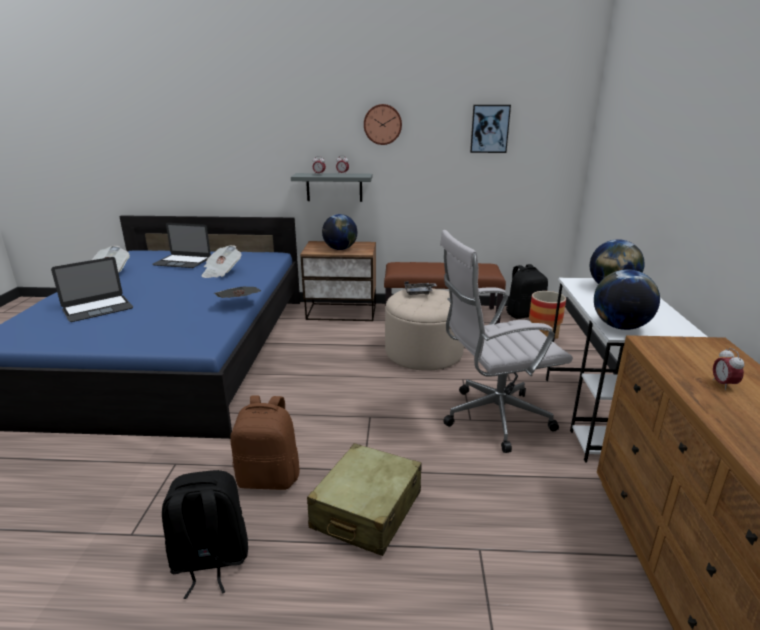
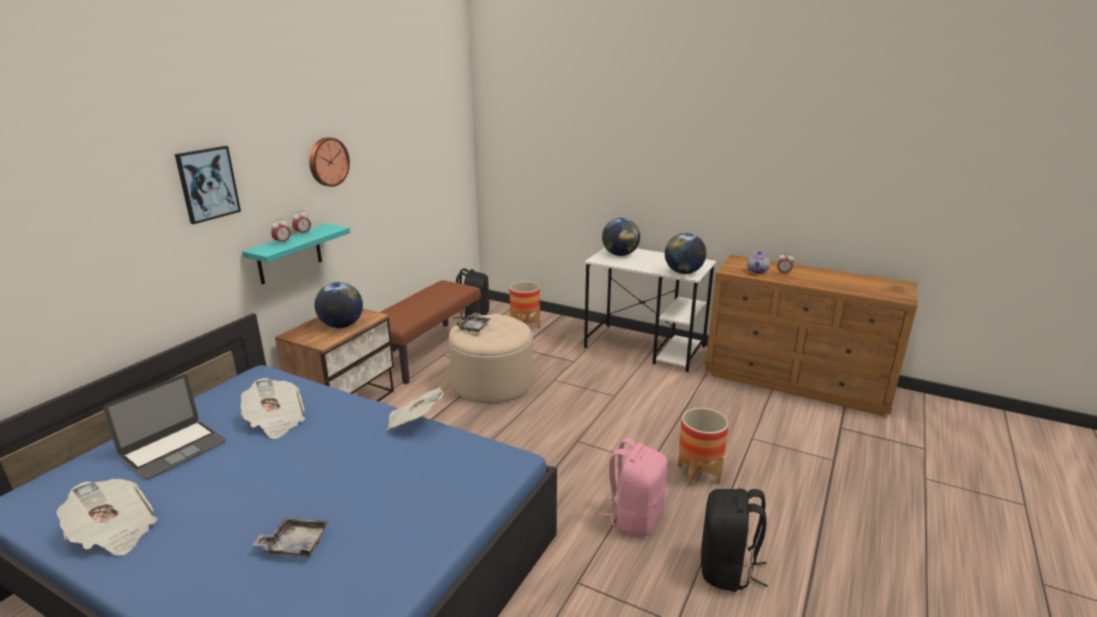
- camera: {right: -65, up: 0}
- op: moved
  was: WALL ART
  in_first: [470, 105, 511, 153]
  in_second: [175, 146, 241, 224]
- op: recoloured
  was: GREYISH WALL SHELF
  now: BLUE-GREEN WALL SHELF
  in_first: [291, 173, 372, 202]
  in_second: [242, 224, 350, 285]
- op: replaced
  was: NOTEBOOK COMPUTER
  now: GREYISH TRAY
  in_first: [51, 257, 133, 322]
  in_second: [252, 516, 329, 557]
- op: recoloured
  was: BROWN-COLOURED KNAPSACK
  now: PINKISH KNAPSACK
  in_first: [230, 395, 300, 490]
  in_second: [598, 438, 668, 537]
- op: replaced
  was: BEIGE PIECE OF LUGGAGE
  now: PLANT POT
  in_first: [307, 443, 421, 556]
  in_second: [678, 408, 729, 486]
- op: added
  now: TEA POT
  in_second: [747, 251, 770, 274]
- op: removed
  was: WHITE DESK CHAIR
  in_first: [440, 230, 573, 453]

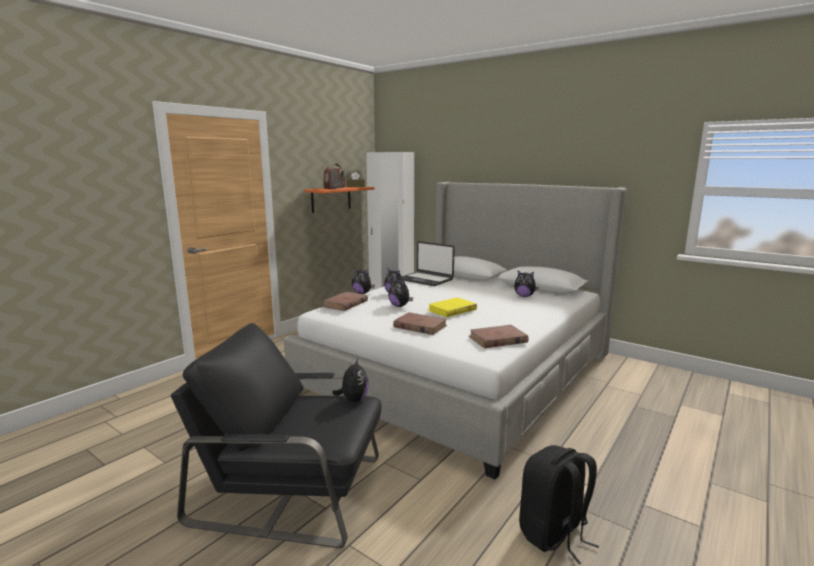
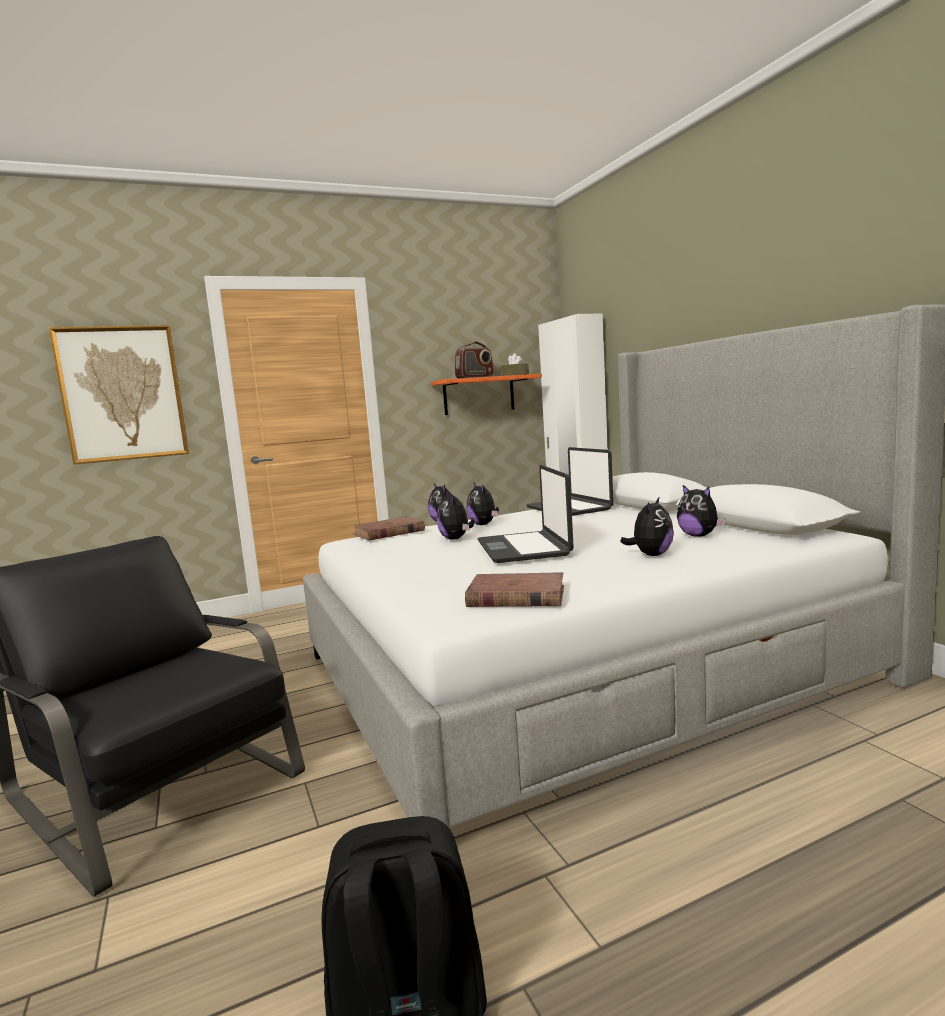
- camera: {right: 30, up: -5}
- op: added
  now: WALL ART
  in_second: [48, 325, 189, 465]
- op: replaced
  was: YELLOW-COLOURED BOOK
  now: NOTEBOOK COMPUTER
  in_first: [427, 297, 477, 317]
  in_second: [478, 465, 574, 563]
- op: moved
  was: PLUSH TOY
  in_first: [332, 358, 369, 402]
  in_second: [620, 496, 674, 556]
- op: removed
  was: BROWN-COLOURED BOOK
  in_first: [393, 312, 447, 335]

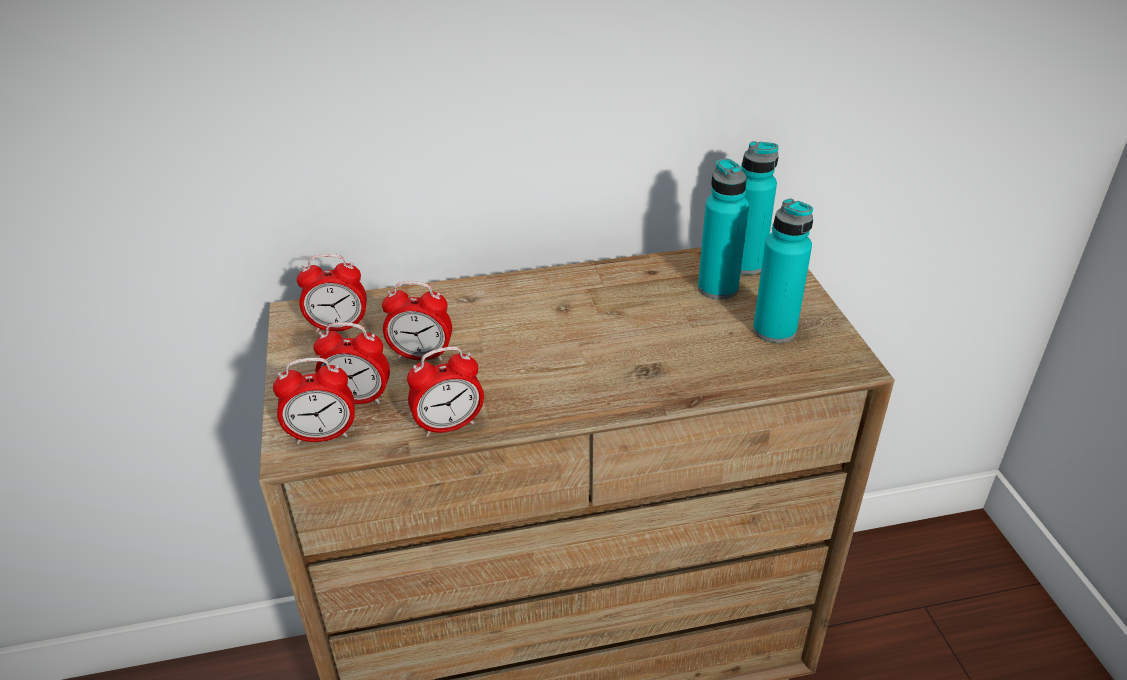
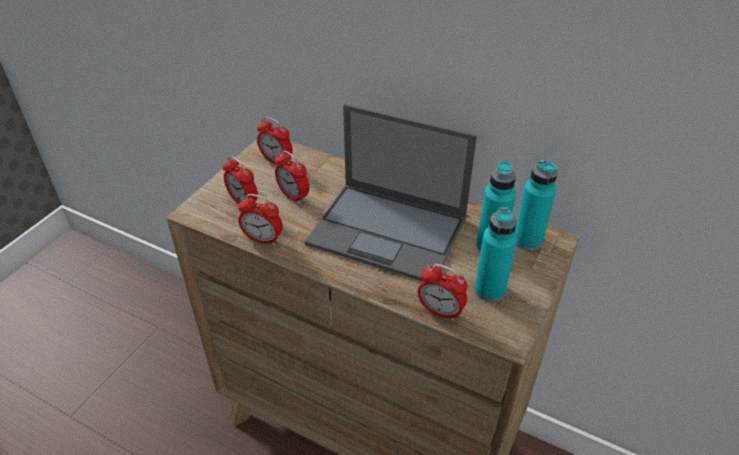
- camera: {right: 40, up: 5}
- op: added
  now: NOTEBOOK COMPUTER
  in_second: [305, 104, 477, 281]
- op: moved
  was: ALARM CLOCK
  in_first: [273, 358, 355, 444]
  in_second: [418, 264, 467, 321]

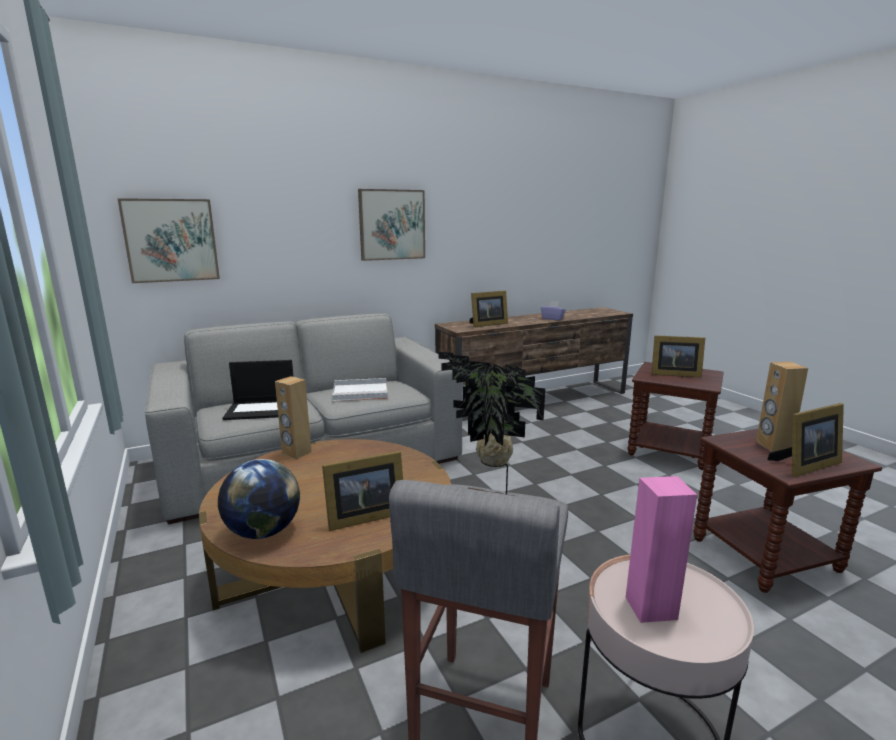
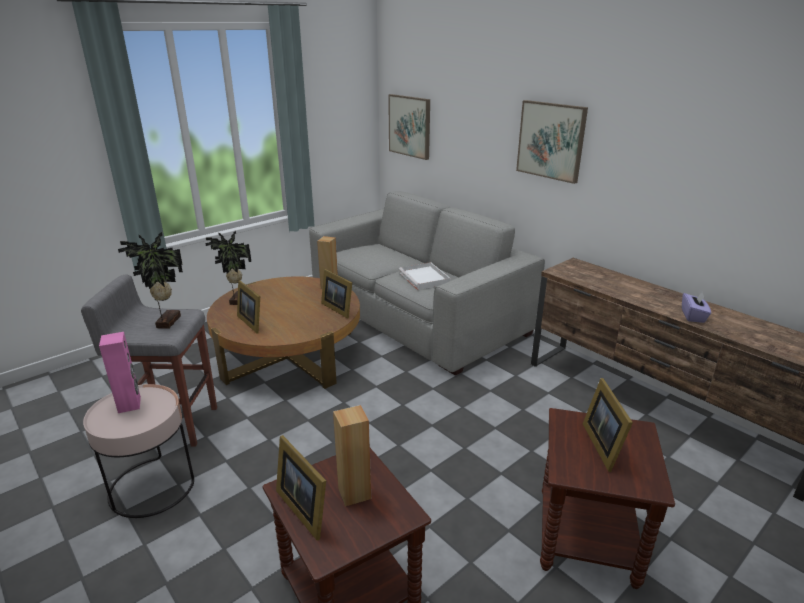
- camera: {right: 75, up: 10}
- op: replaced
  was: WORLD GLOBE
  now: HOUSEPLANT
  in_first: [218, 459, 300, 539]
  in_second: [206, 231, 251, 305]
- op: moved
  was: PICTURE FRAME
  in_first: [470, 291, 508, 327]
  in_second: [321, 269, 352, 318]
- op: removed
  was: NOTEBOOK COMPUTER
  in_first: [223, 360, 294, 420]

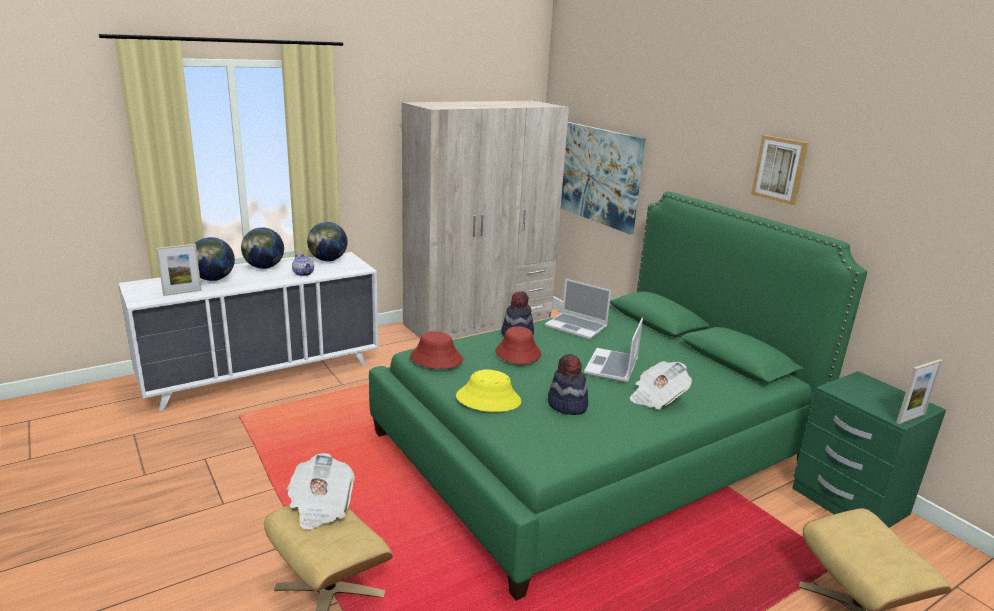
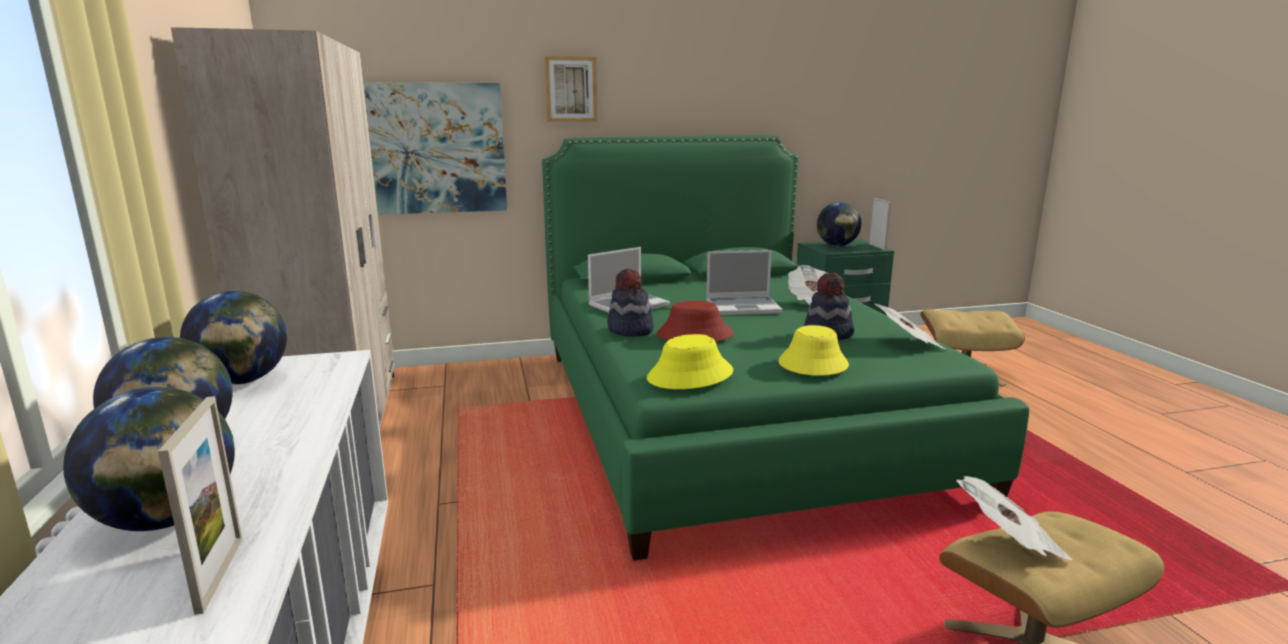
- camera: {right: -70, up: -5}
- op: moved
  was: WALL ART
  in_first: [751, 135, 809, 205]
  in_second: [544, 56, 597, 122]
- op: recoloured
  was: RED-COLOURED WEARABLE HAT
  now: YELLOW-COLOURED WEARABLE HAT
  in_first: [410, 331, 463, 369]
  in_second: [647, 334, 733, 389]
- op: turned
  was: NOTEBOOK COMPUTER
  in_first: [584, 318, 643, 383]
  in_second: [706, 250, 783, 315]
  clockwise: -45
- op: added
  now: WORLD GLOBE
  in_second: [817, 202, 861, 246]
- op: added
  now: NEWSPAPER
  in_second: [873, 303, 945, 349]
- op: removed
  was: TEA POT
  in_first: [292, 254, 314, 276]

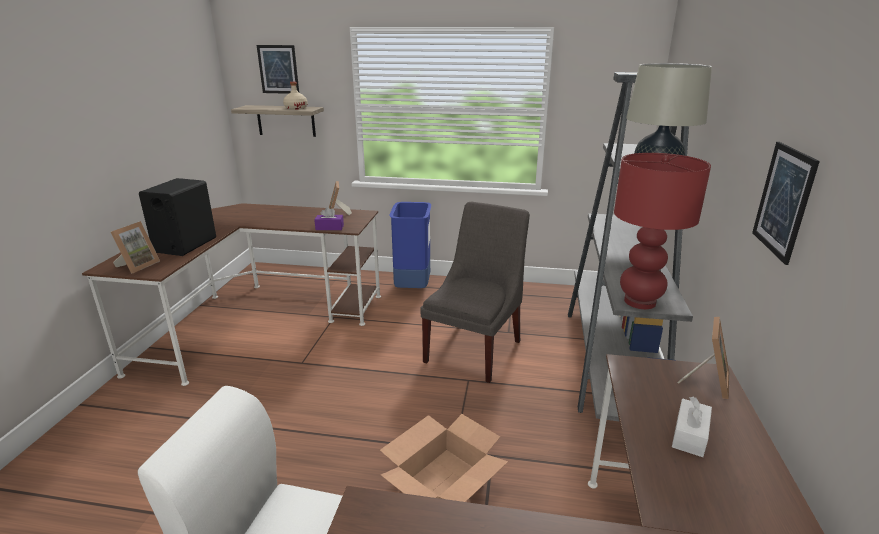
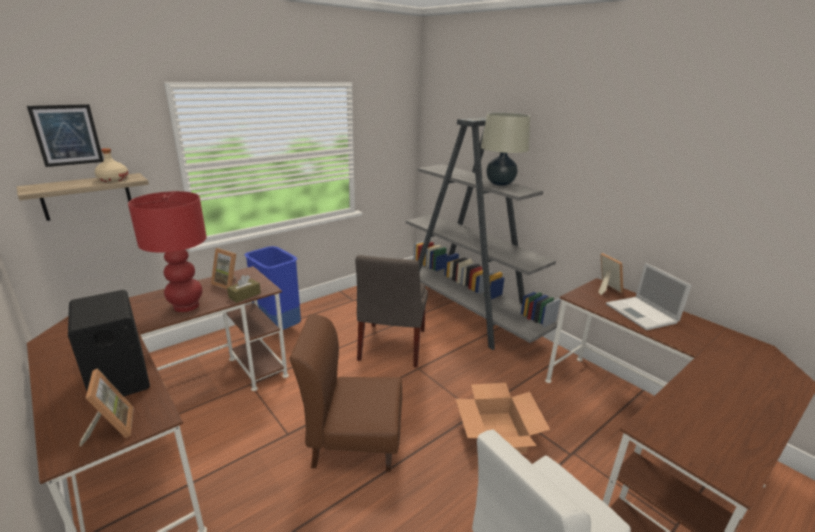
- camera: {right: -50, up: 0}
- op: moved
  was: RED-COLOURED LAMP FOR A TABLE
  in_first: [614, 153, 711, 309]
  in_second: [128, 191, 207, 312]
- op: recoloured
  was: PURPLISH TISSUE BOX
  now: BROWN-COLOURED TISSUE BOX
  in_first: [314, 207, 344, 230]
  in_second: [227, 275, 261, 303]
- op: added
  now: BROWN-COLOURED UPRIGHT CHAIR
  in_second: [290, 314, 402, 472]
- op: turned
  was: GREYISH UPRIGHT CHAIR
  in_first: [421, 202, 530, 383]
  in_second: [355, 255, 428, 368]
  clockwise: -150
- op: replaced
  was: WHITE TISSUE BOX
  now: NOTEBOOK COMPUTER
  in_first: [672, 397, 712, 457]
  in_second: [606, 263, 692, 330]
- op: removed
  was: WALL ART
  in_first: [752, 142, 820, 265]

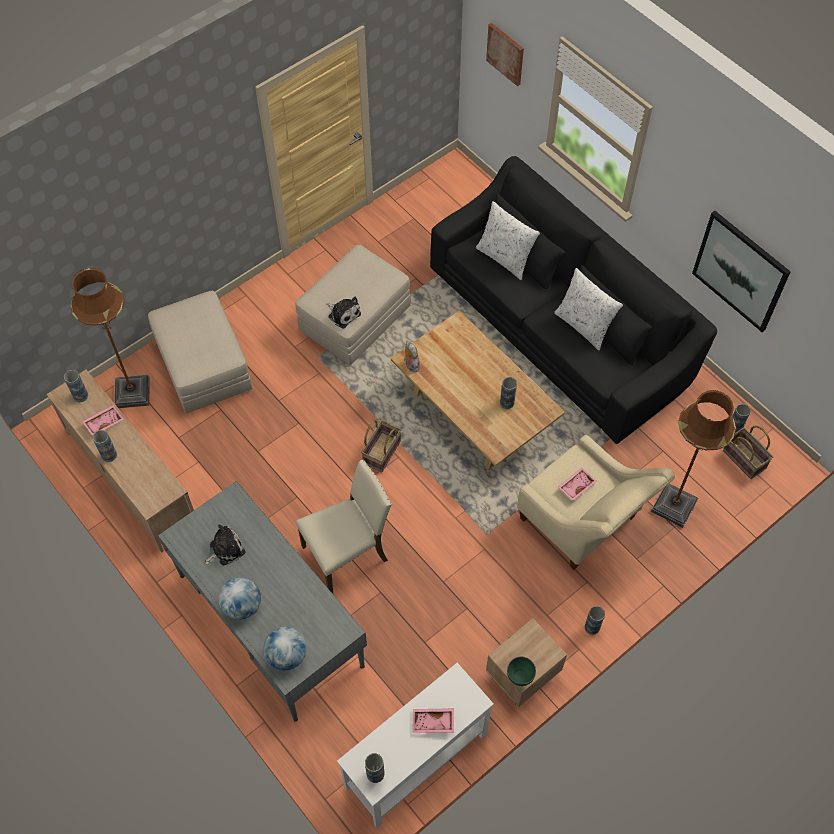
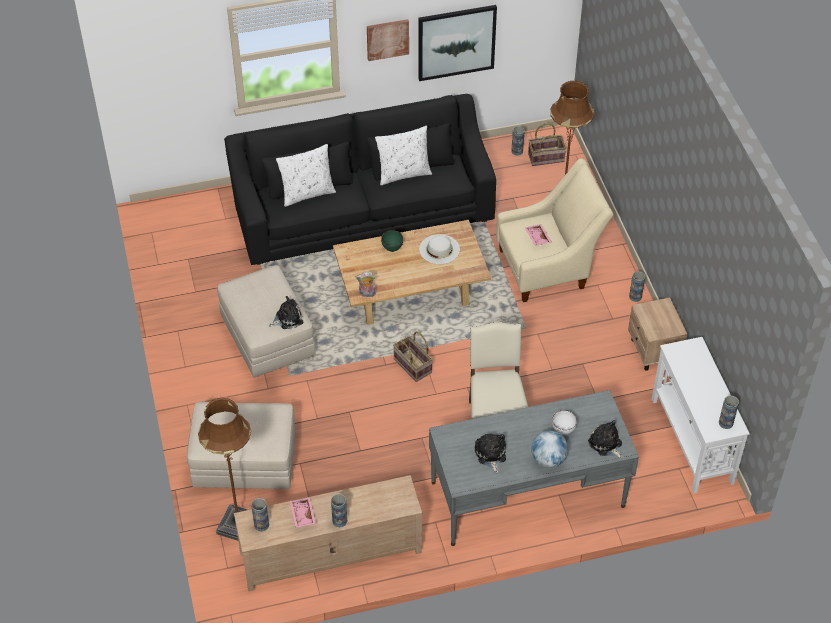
- camera: {right: -65, up: -10}
- op: moved
  was: WALL ART
  in_first: [486, 23, 524, 86]
  in_second: [367, 19, 409, 61]
- op: moved
  was: GREEN BOWL
  in_first: [507, 657, 536, 686]
  in_second: [381, 230, 403, 252]
- op: replaced
  was: DECORATIVE VASE
  now: WHITE WEARABLE HAT
  in_first: [500, 377, 517, 409]
  in_second: [419, 234, 460, 264]
- op: added
  now: WHITE BOWL
  in_second: [552, 410, 577, 435]
- op: replaced
  was: WORLD GLOBE
  now: PLUSH TOY
  in_first: [263, 627, 307, 670]
  in_second: [588, 420, 623, 459]
- op: removed
  was: PINKISH TRAY
  in_first: [412, 708, 454, 733]

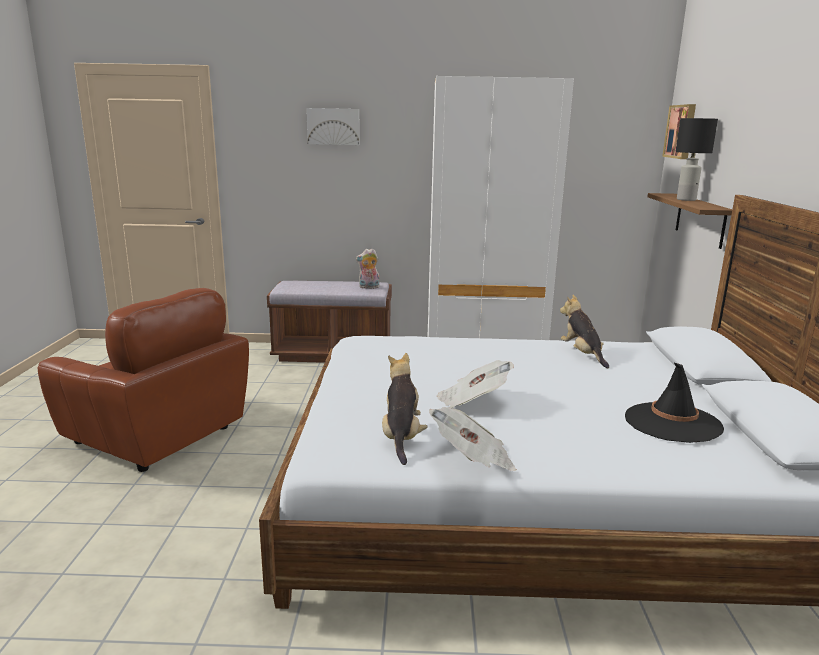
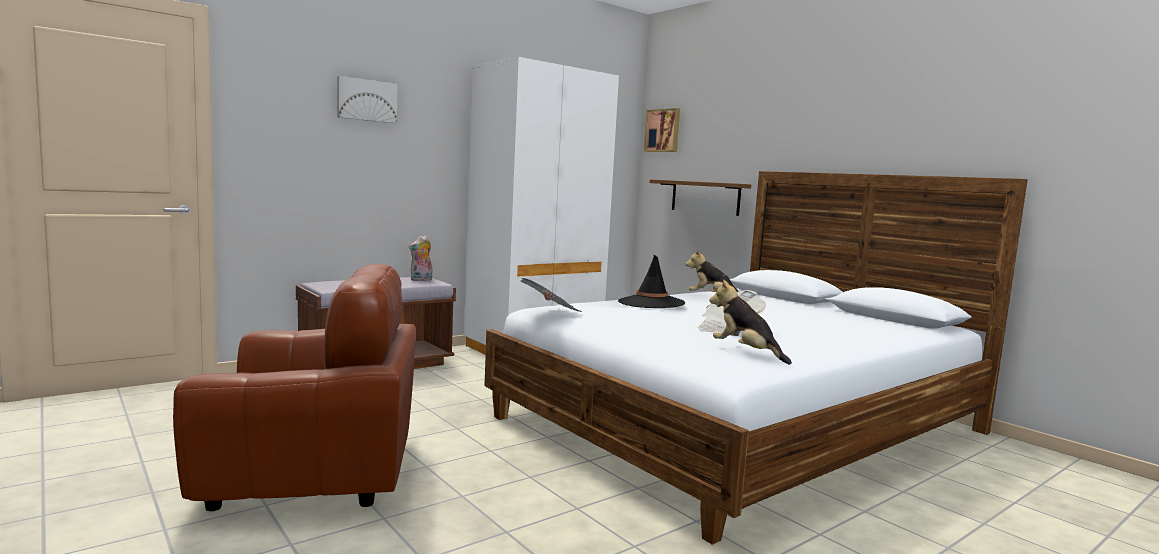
- camera: {right: -40, up: -10}
- op: moved
  was: NEWSPAPER
  in_first: [429, 407, 517, 471]
  in_second: [521, 278, 582, 312]
- op: moved
  was: BLACK-COLOURED WEARABLE HAT
  in_first: [625, 363, 724, 443]
  in_second: [618, 255, 685, 308]
- op: removed
  was: BLACK-COLOURED LAMP FOR A TABLE
  in_first: [675, 118, 718, 201]

